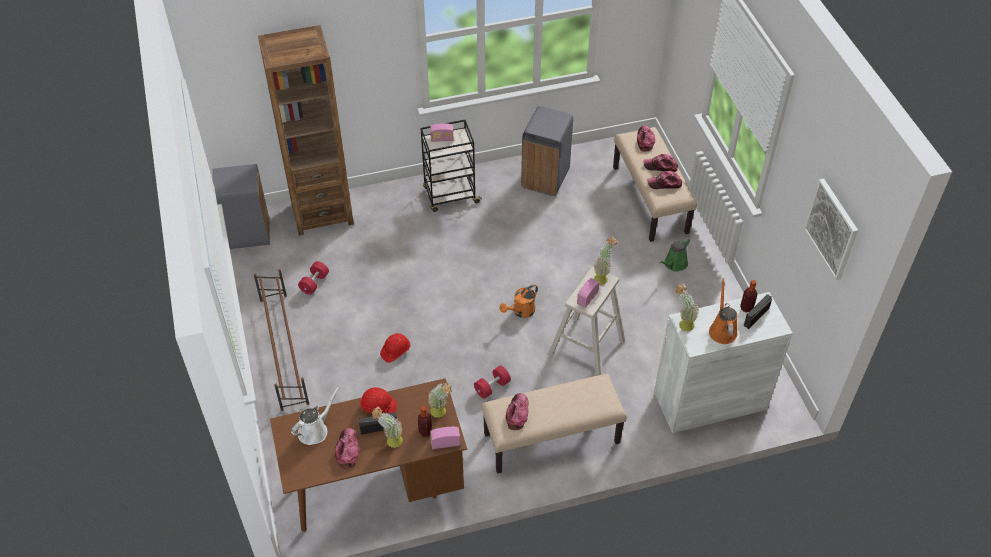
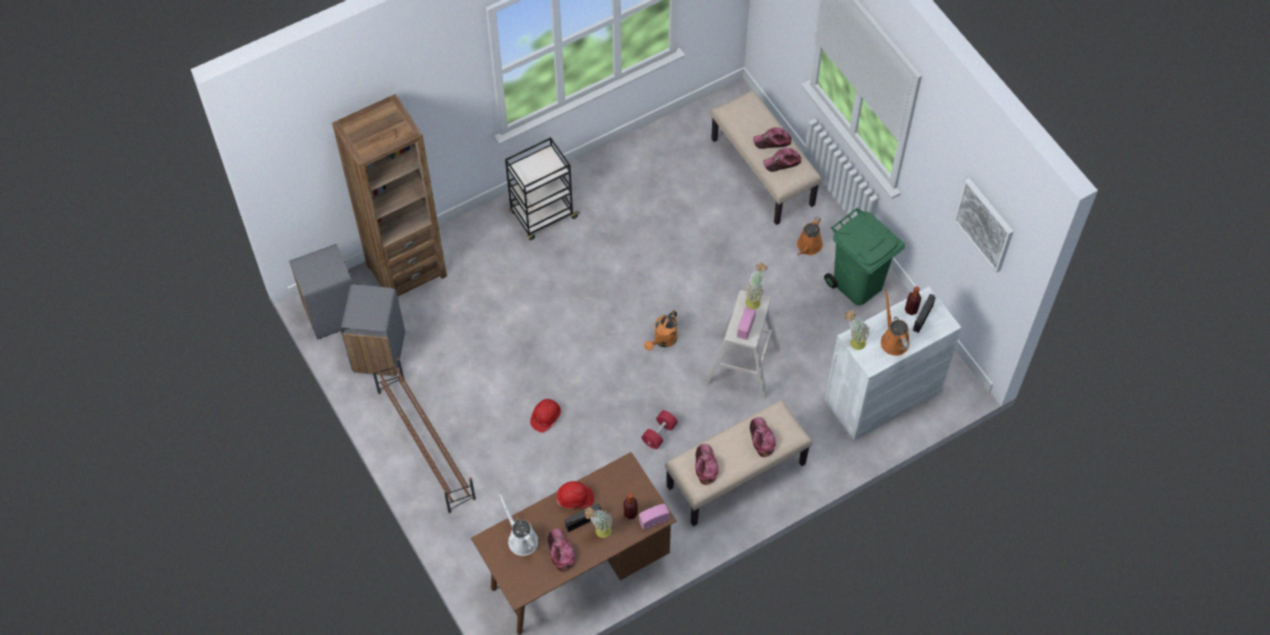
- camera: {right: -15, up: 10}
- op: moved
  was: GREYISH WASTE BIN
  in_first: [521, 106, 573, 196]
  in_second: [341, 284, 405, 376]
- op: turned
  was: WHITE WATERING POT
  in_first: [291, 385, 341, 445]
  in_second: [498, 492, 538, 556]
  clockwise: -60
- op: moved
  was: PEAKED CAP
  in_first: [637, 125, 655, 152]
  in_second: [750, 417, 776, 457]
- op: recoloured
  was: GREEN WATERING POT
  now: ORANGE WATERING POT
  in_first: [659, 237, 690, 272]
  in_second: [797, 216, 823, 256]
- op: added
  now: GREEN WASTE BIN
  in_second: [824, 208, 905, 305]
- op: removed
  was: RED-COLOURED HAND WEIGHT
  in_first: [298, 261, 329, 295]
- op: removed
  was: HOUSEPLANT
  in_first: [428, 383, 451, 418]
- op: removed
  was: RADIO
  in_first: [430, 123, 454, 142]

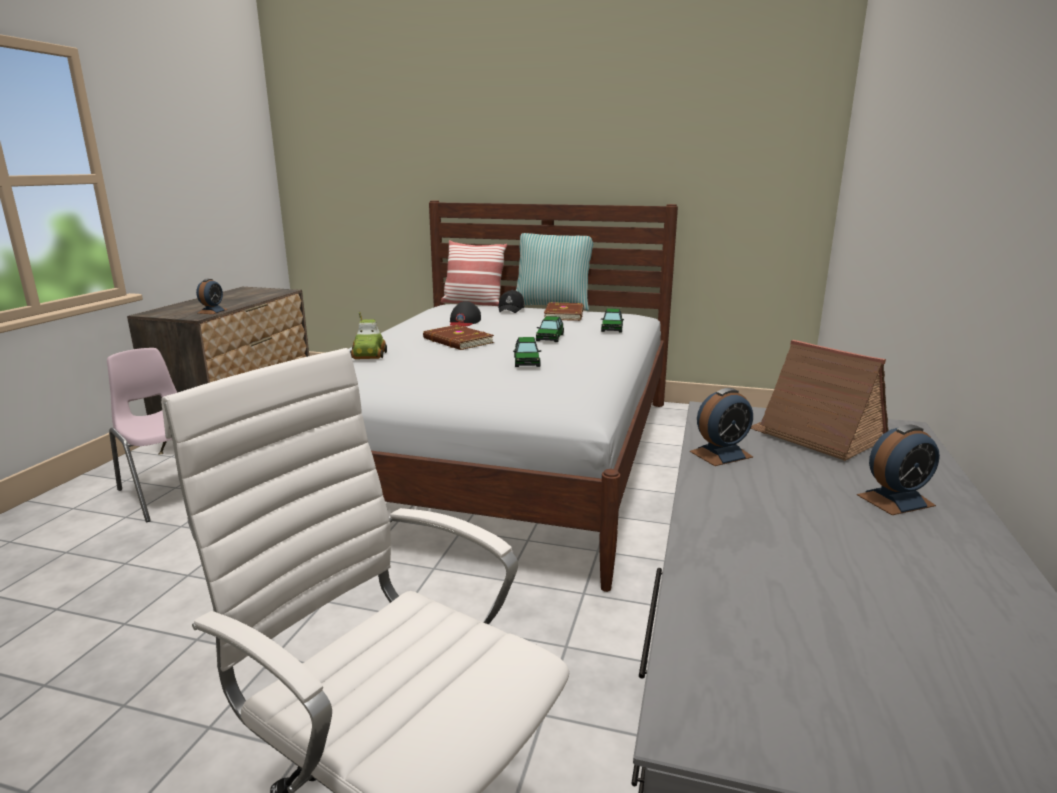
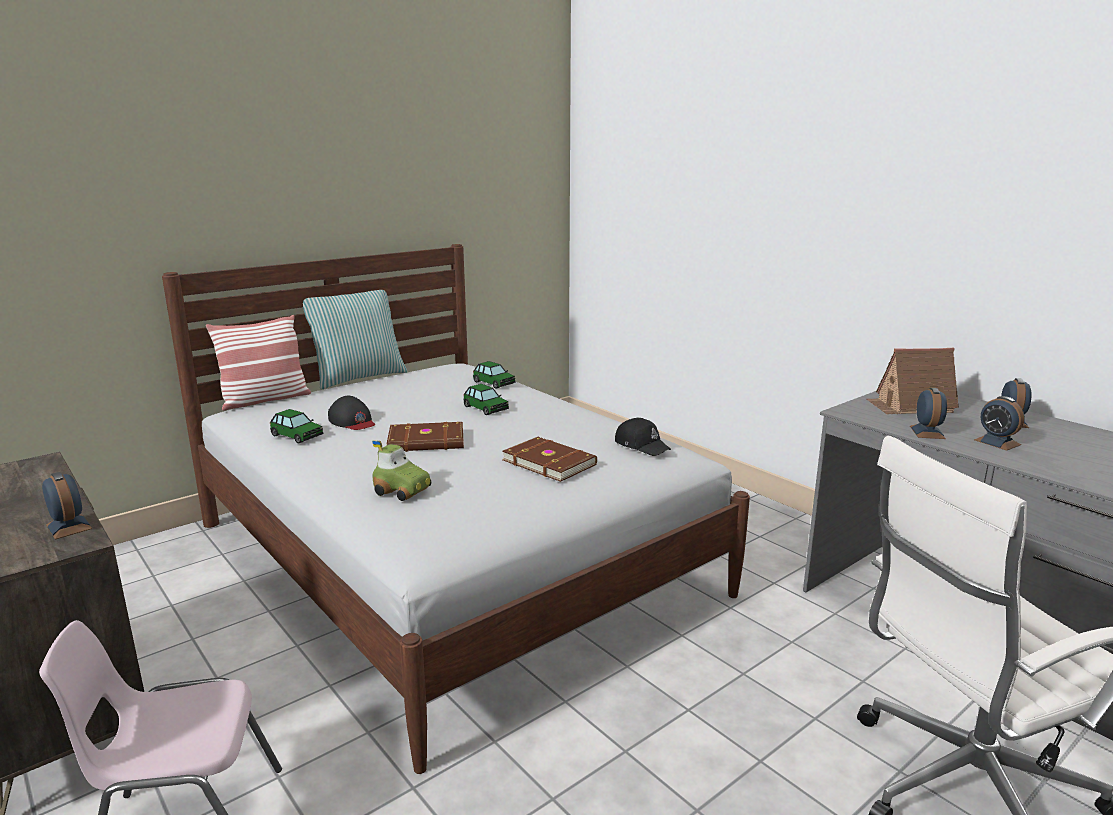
- camera: {right: -55, up: 0}
- op: moved
  was: MODEL CAR
  in_first: [513, 337, 541, 367]
  in_second: [270, 409, 324, 443]
- op: moved
  was: BROWN-COLOURED BOOK
  in_first: [544, 302, 584, 321]
  in_second: [502, 437, 597, 482]
- op: moved
  was: BLACK-COLOURED PEAKED CAP
  in_first: [498, 290, 525, 313]
  in_second: [615, 417, 671, 456]
- op: added
  now: ALARM CLOCK
  in_second: [974, 396, 1025, 451]

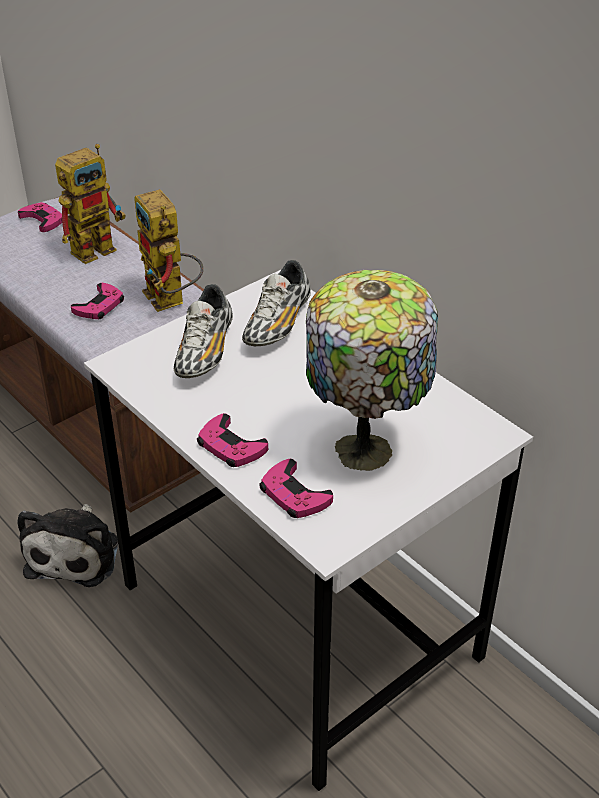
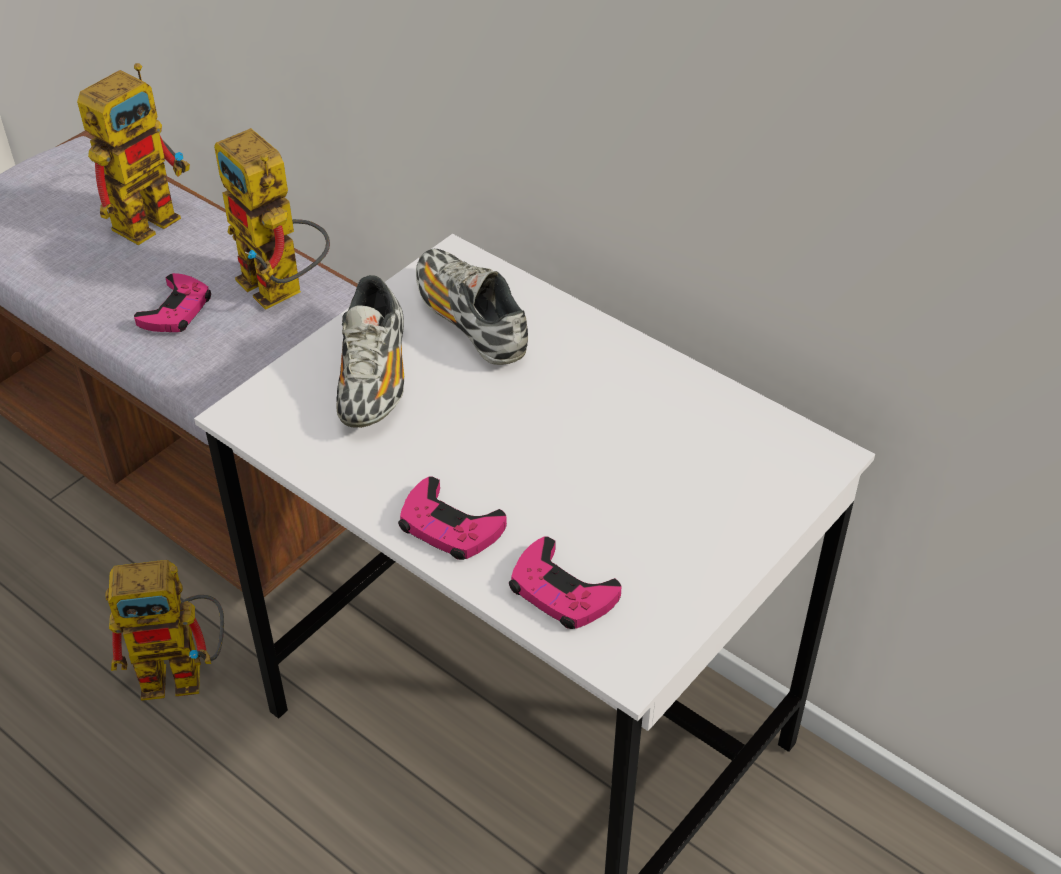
- camera: {right: -10, up: 5}
- op: replaced
  was: PLUSH TOY
  now: MODEL ROBOT
  in_first: [17, 504, 118, 587]
  in_second: [105, 560, 224, 701]
- op: turned
  was: LOW SHOE
  in_first: [242, 260, 311, 346]
  in_second: [416, 249, 528, 365]
  clockwise: 135
- op: removed
  was: PINKISH GAME CONTROLLER
  in_first: [18, 202, 62, 232]
- op: removed
  was: LAMP FOR A TABLE
  in_first: [306, 270, 438, 471]

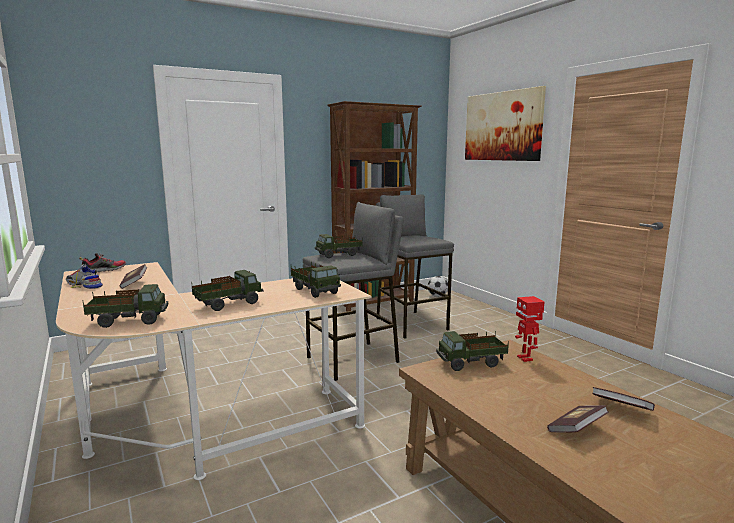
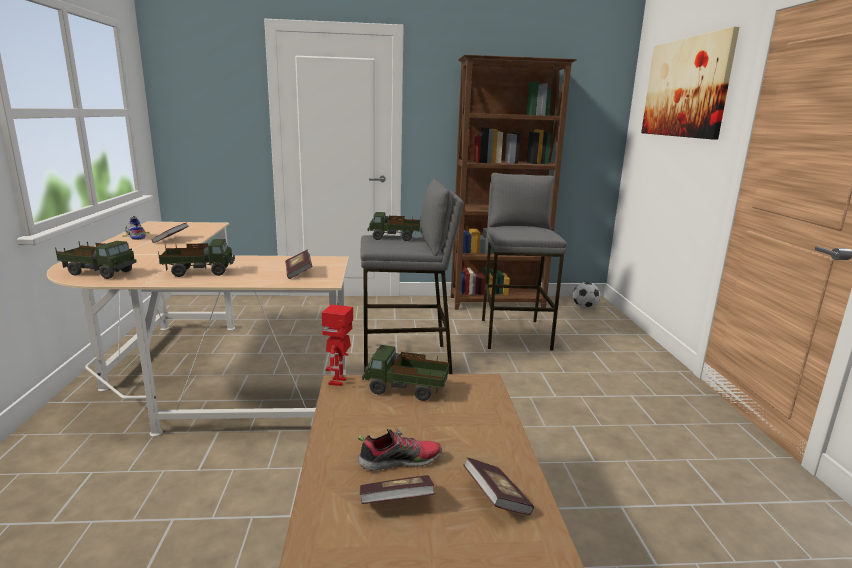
- camera: {right: 25, up: 5}
- op: replaced
  was: TOY TRUCK
  now: BOOK
  in_first: [291, 262, 341, 298]
  in_second: [285, 250, 312, 279]
- op: moved
  was: MODEL ROBOT
  in_first: [515, 296, 544, 362]
  in_second: [322, 304, 353, 386]
- op: moved
  was: LOW SHOE
  in_first: [79, 253, 126, 272]
  in_second: [357, 428, 442, 471]

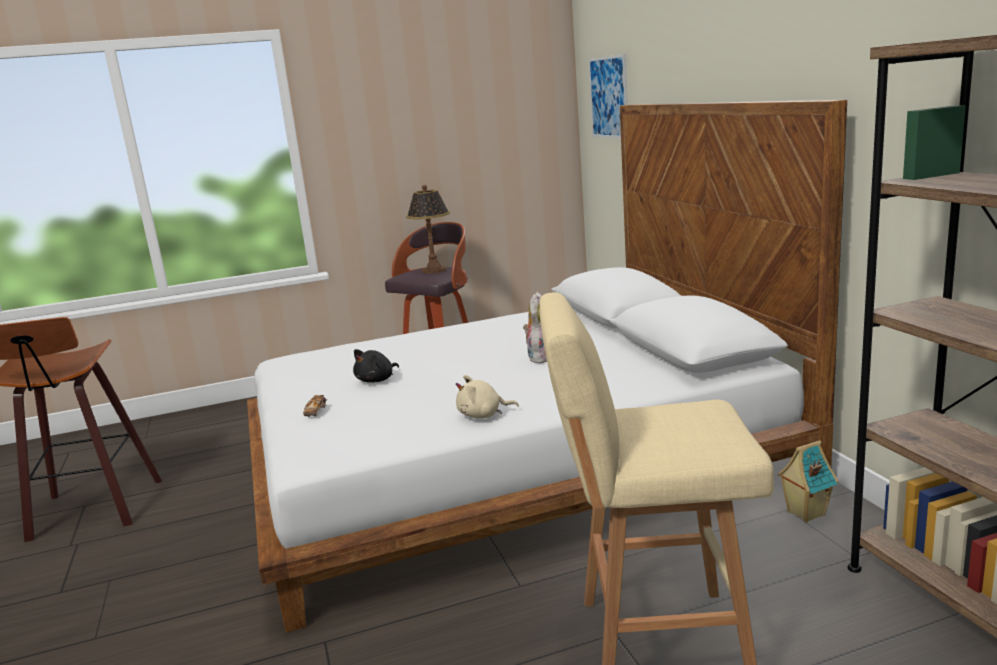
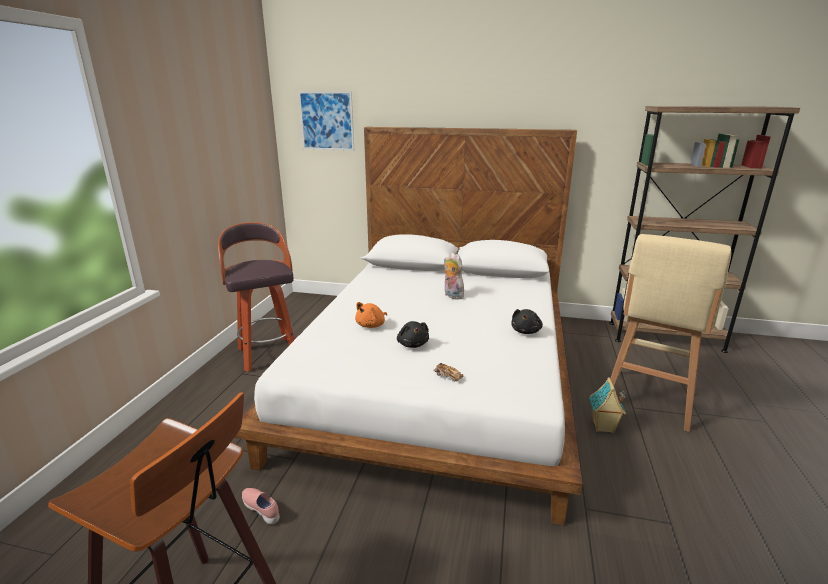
- camera: {right: -60, up: 5}
- op: added
  now: PINKISH LOW SHOE
  in_second: [242, 488, 280, 524]
- op: added
  now: ORANGE PLUSH TOY
  in_second: [355, 302, 387, 328]
- op: recoloured
  was: BEIGE PLUSH TOY
  now: BLACK-COLOURED PLUSH TOY
  in_first: [456, 375, 519, 419]
  in_second: [511, 309, 543, 334]
- op: moved
  was: MINIATURE HOUSE
  in_first: [777, 440, 838, 523]
  in_second: [589, 377, 626, 433]
- op: removed
  was: LAMP FOR A TABLE
  in_first: [406, 185, 450, 274]

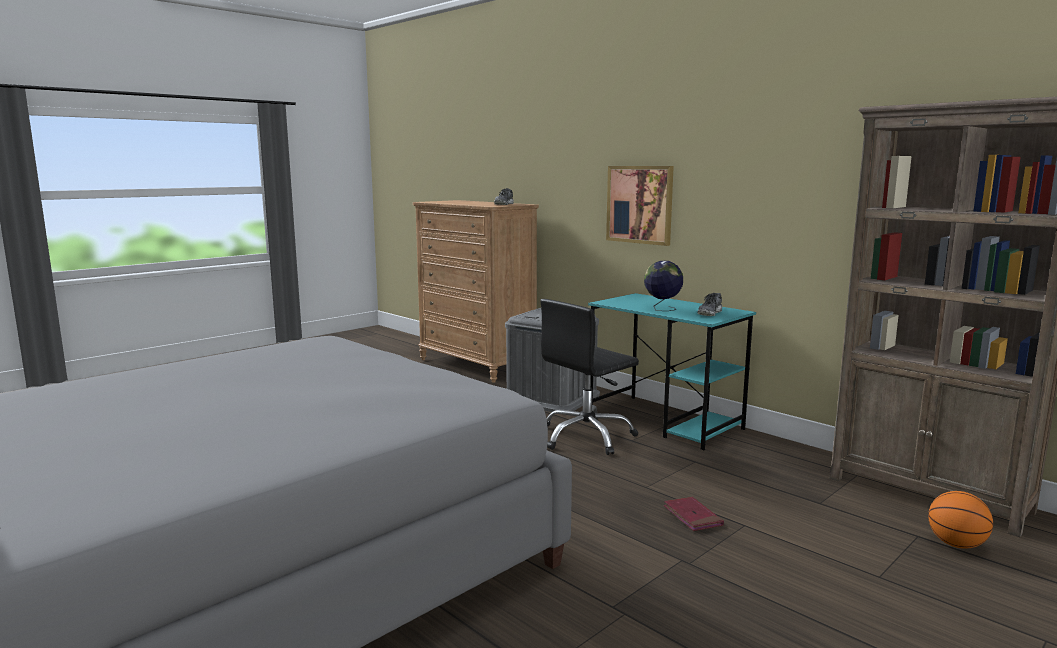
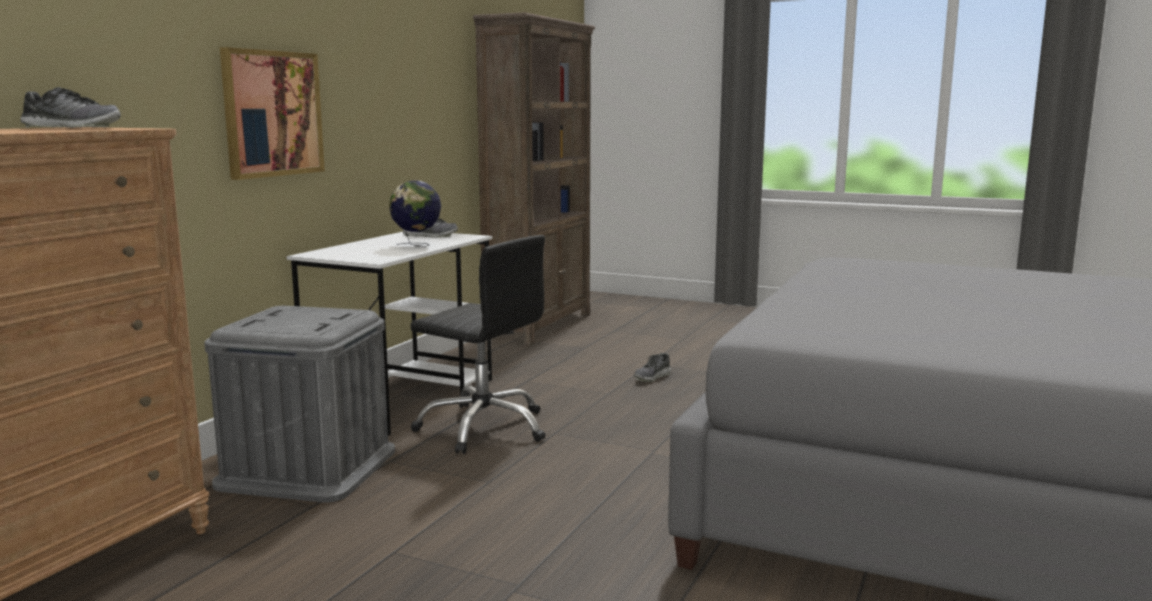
- camera: {right: -110, up: 0}
- op: recoloured
  was: BLUE-GREEN DESK UNIT
  now: WHITE DESK UNIT
  in_first: [588, 293, 756, 450]
  in_second: [286, 232, 492, 436]
- op: replaced
  was: RED-COLOURED BOOK
  now: LOW SHOE
  in_first: [664, 497, 724, 531]
  in_second: [634, 353, 671, 382]
- op: removed
  was: BALL FOR BASKETBALL
  in_first: [928, 491, 993, 549]

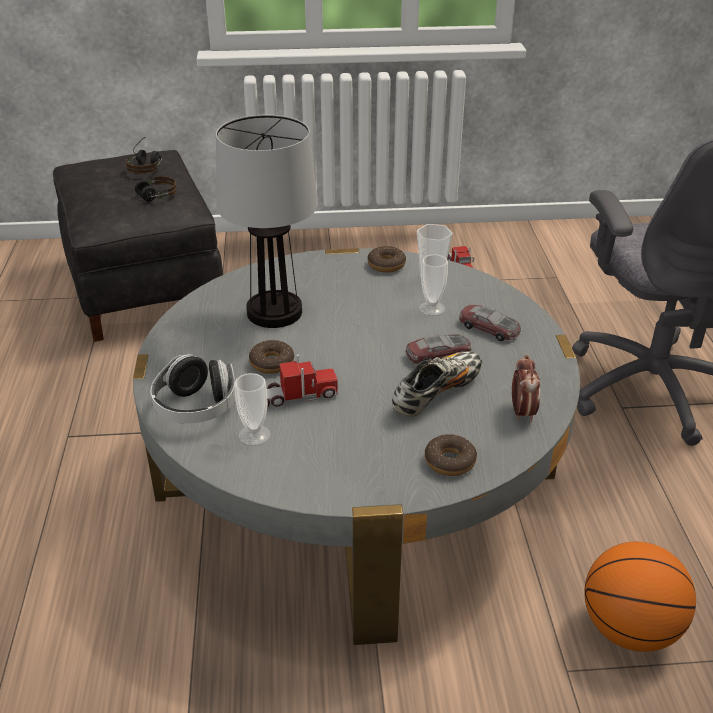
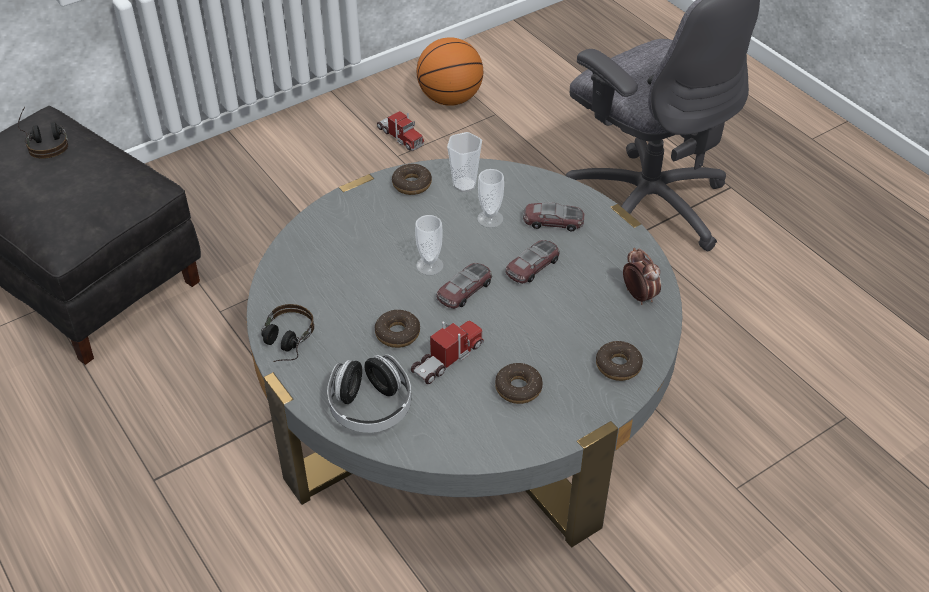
- camera: {right: -30, up: 10}
- op: moved
  was: HEADSET
  in_first: [124, 176, 177, 202]
  in_second: [261, 304, 314, 362]
- op: moved
  was: SMALL CUP
  in_first: [234, 373, 271, 446]
  in_second: [415, 215, 444, 275]
- op: moved
  was: BALL FOR BASKETBALL
  in_first: [584, 542, 696, 652]
  in_second: [417, 37, 483, 106]
- op: added
  now: MODEL CAR
  in_second: [437, 263, 492, 309]
- op: added
  now: DOUGHNUT
  in_second: [495, 363, 543, 404]
- op: removed
  was: LAMP FOR A TABLE
  in_first: [216, 115, 318, 328]
- op: removed
  was: LOW SHOE
  in_first: [392, 351, 482, 417]

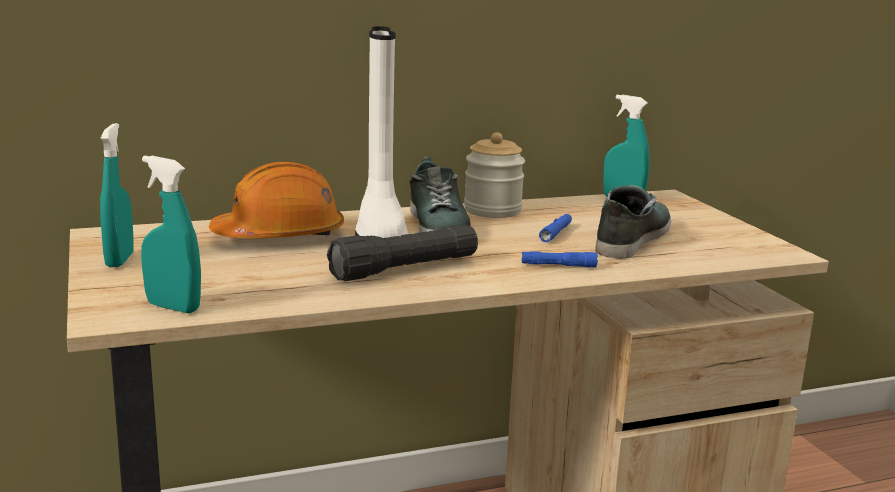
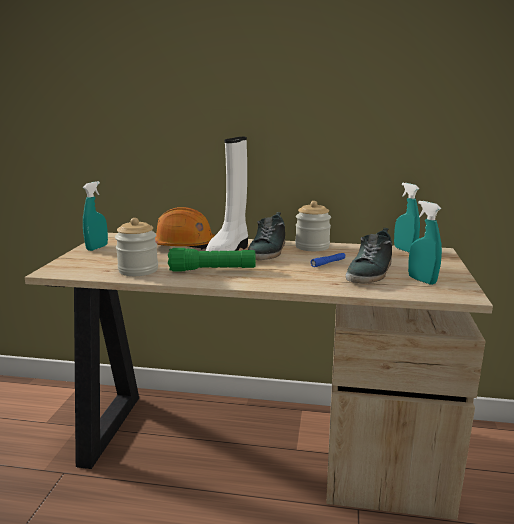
- camera: {right: 30, up: 0}
- op: added
  now: PRESERVE JAR
  in_second: [115, 218, 158, 276]
- op: recoloured
  was: BLACK-COLOURED FLASHLIGHT
  now: GREEN FLASHLIGHT
  in_first: [327, 225, 478, 281]
  in_second: [168, 248, 256, 271]
- op: turned
  was: LOW SHOE
  in_first: [595, 185, 671, 258]
  in_second: [345, 228, 392, 283]
  clockwise: 150
- op: moved
  was: BLUE-GREEN SPRAY BOTTLE
  in_first: [141, 156, 201, 313]
  in_second: [408, 201, 442, 285]
- op: removed
  was: BLUE FLASHLIGHT
  in_first: [521, 251, 598, 268]

